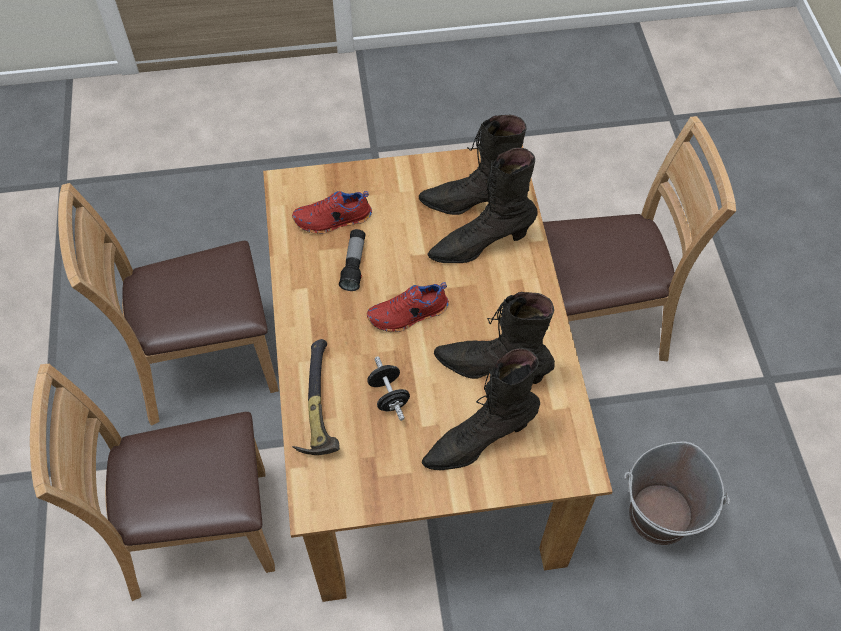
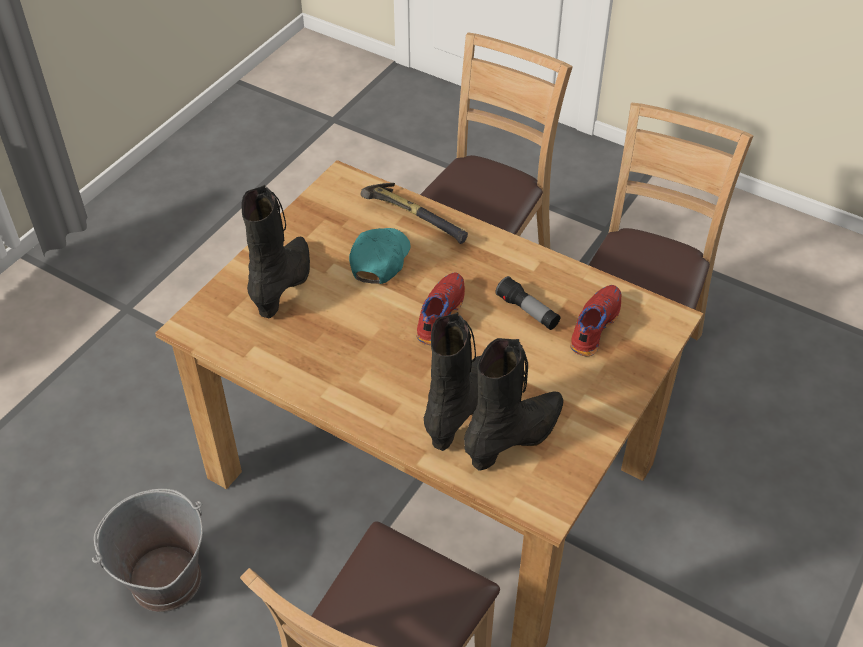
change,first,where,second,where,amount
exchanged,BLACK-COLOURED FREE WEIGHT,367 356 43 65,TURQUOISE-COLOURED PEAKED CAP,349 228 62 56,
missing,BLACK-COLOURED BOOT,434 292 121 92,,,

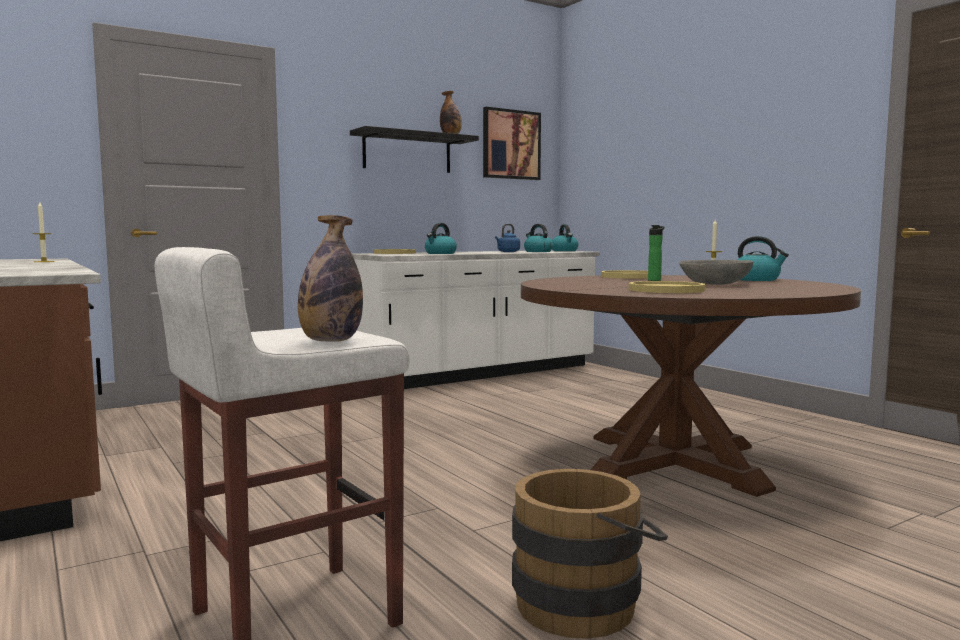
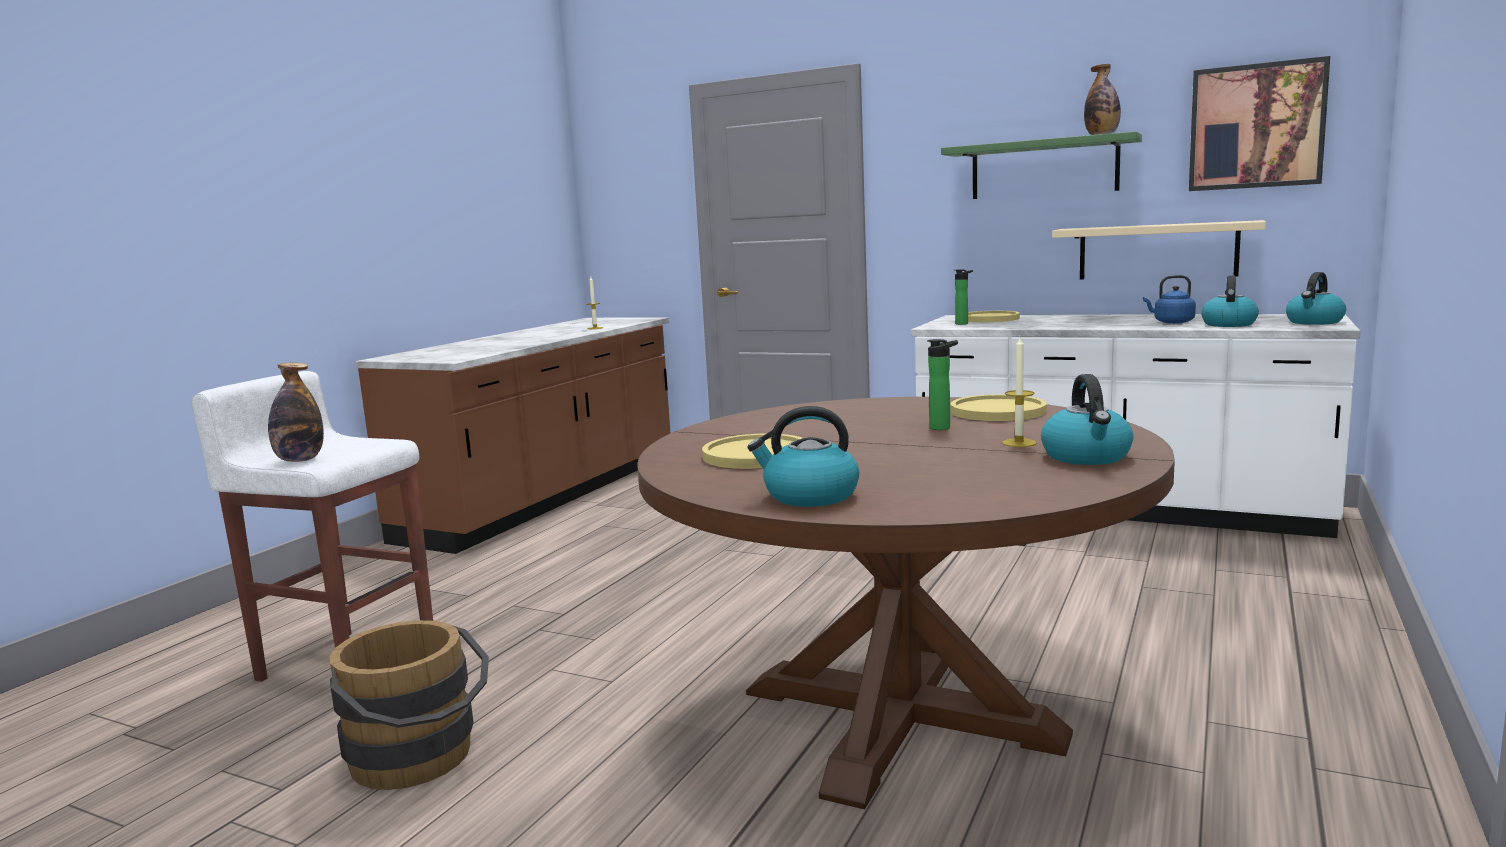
change,first,where,second,where,amount
colour,BLACK-COLOURED SHELF,350 126 129 47,GREEN SHELF,941 131 201 68,
relocated,TEA KETTLE,425 223 32 31,,747 406 112 101,
missing,GREYISH BOWL,679 260 74 25,,,
appeared,,,DRINK BOTTLE,955 269 18 56,
appeared,,,SAND-COLOURED SHELF,1052 220 214 60,

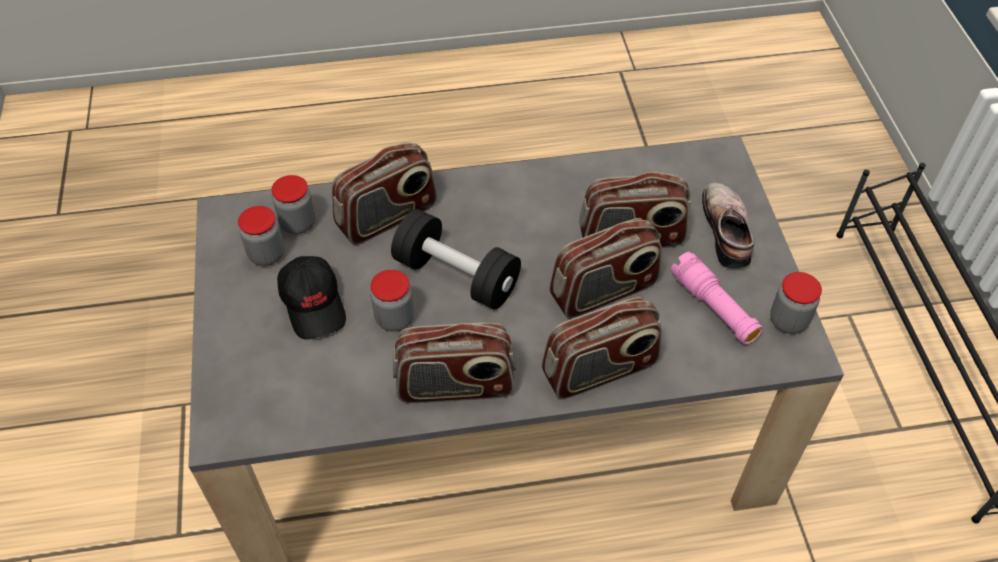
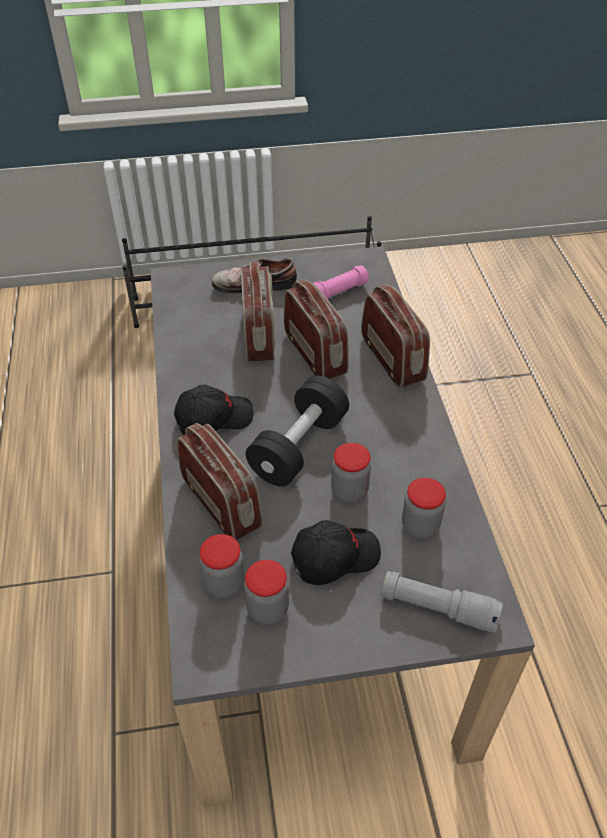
change,first,where,second,where,amount
missing,RADIO SET,393 322 123 81,,,
relocated,STORAGE JAR,770 272 52 62,,402 478 44 61,
appeared,,,BLACK-COLOURED PEAKED CAP,174 384 80 51,
appeared,,,GREYISH HAND TORCH,381 571 122 62,

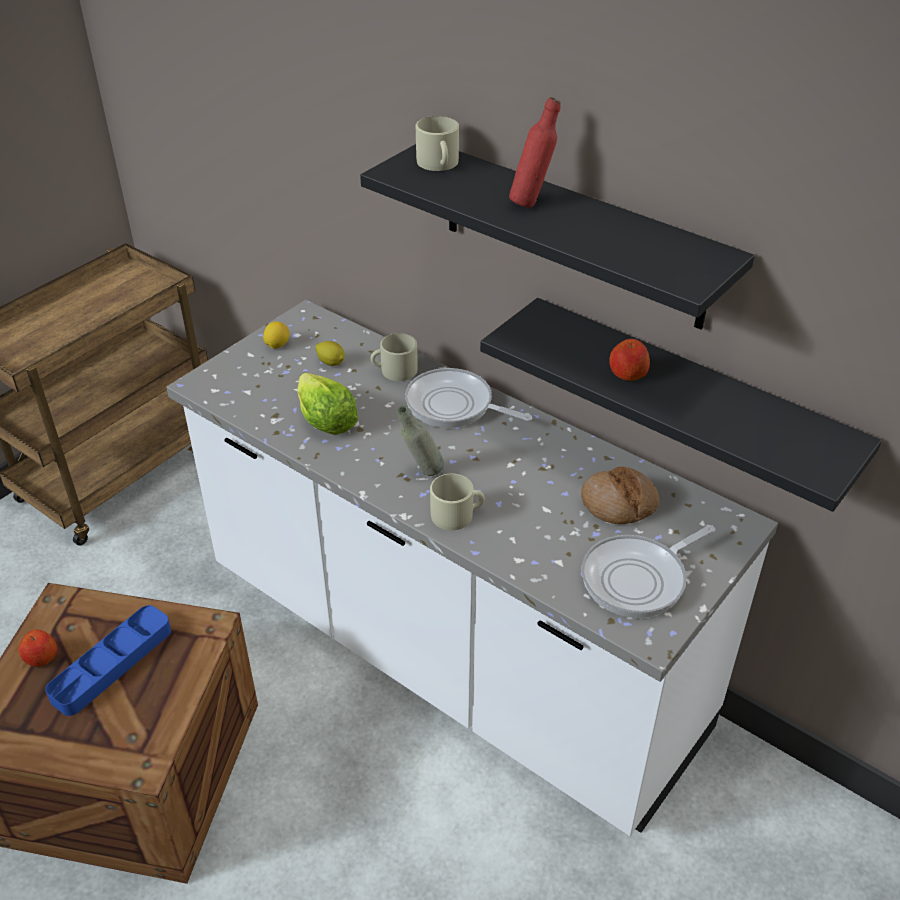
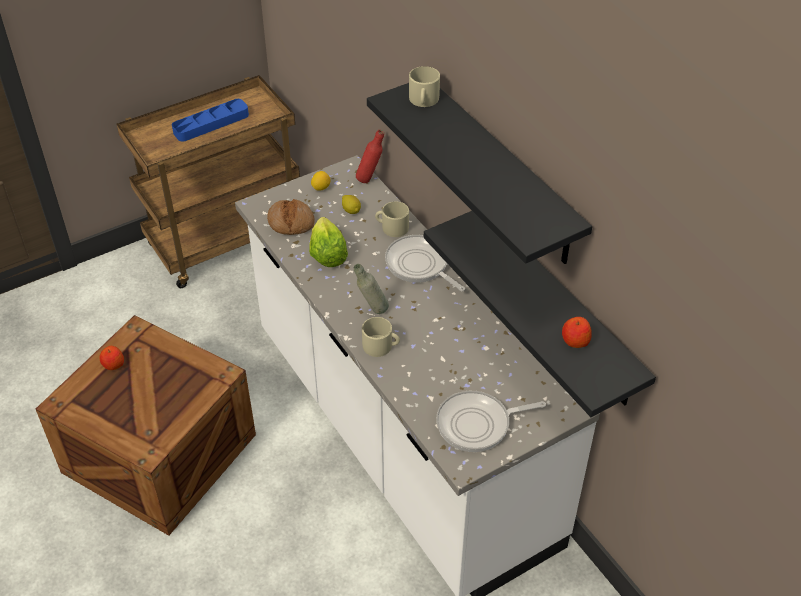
change,first,where,second,where,amount
relocated,BLUE-COLOURED SERVING TRAY,45 605 126 111,,172 99 77 43,
relocated,RED DRINK BOTTLE,509 97 52 111,,356 130 28 53,
relocated,BREAD,581 467 79 57,,267 199 48 36,
relocated,APPLE FRUIT,609 339 41 42,,562 317 30 31,

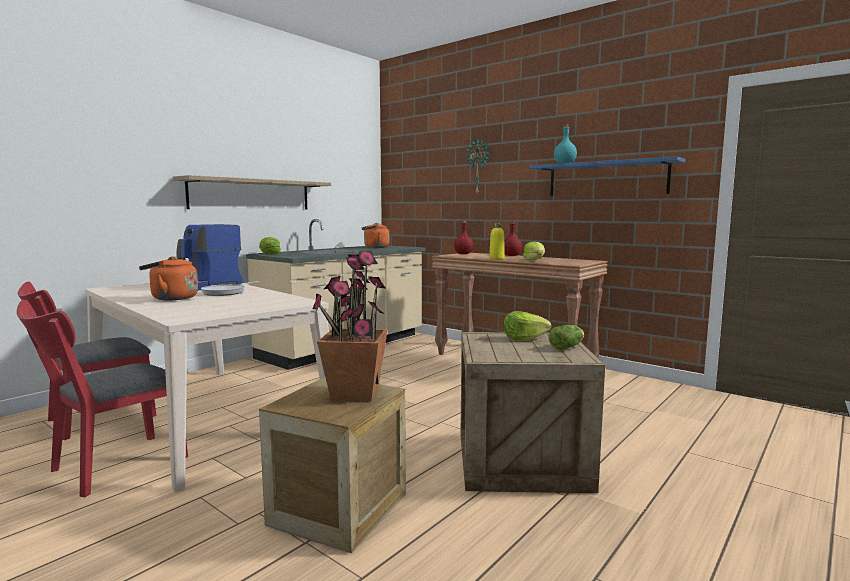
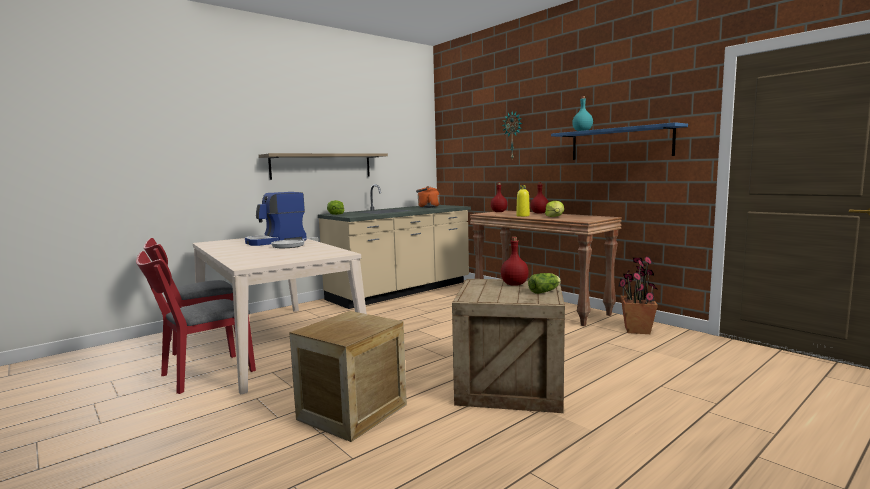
change,first,where,second,where,amount
missing,ORANGE TEA KETTLE,139 256 59 44,,,
relocated,PLANT IN A POT,313 251 75 150,,618 257 40 77,
exchanged,HEAD OF LETTUCE,504 311 47 30,RED DRINK BOTTLE,501 237 28 49,

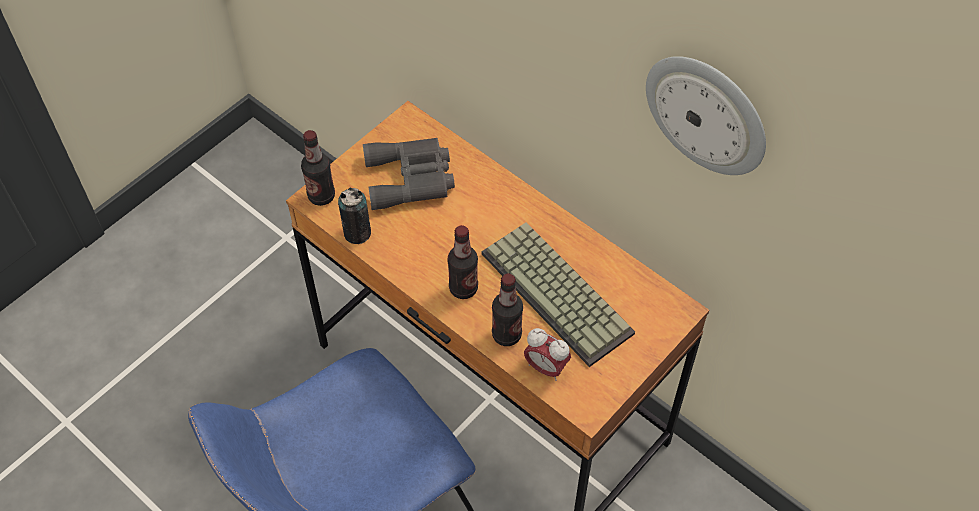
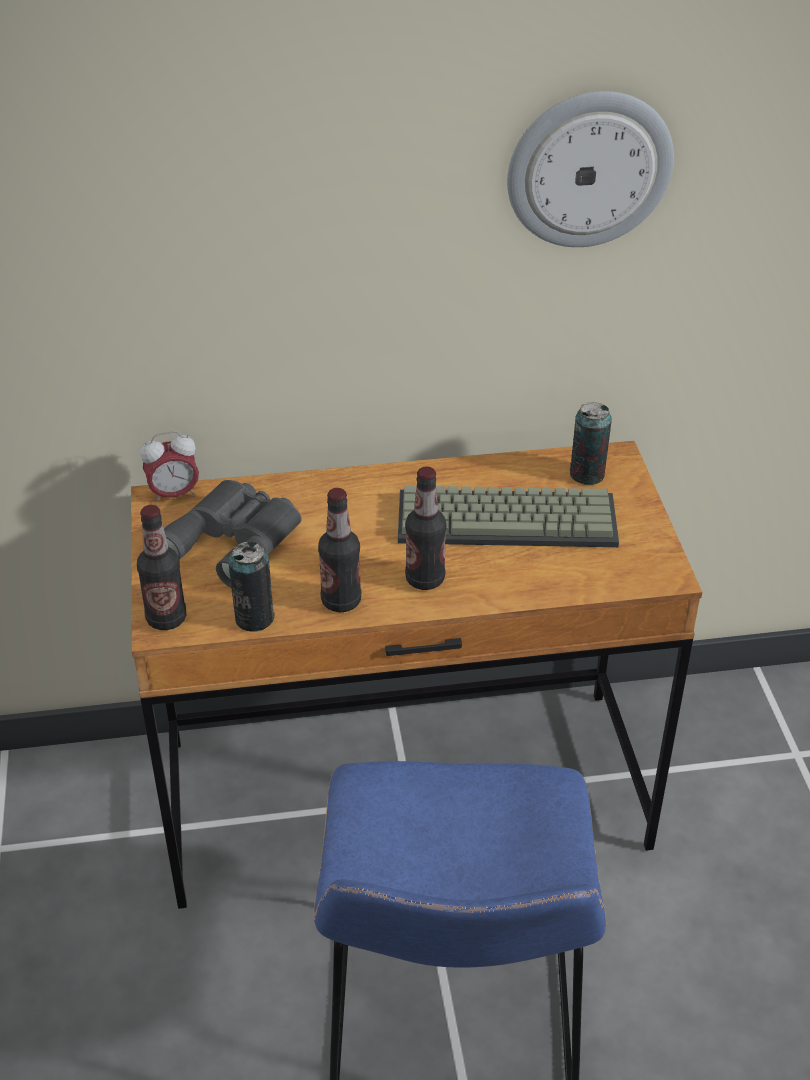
change,first,where,second,where,amount
relocated,DRINK BOTTLE,492 274 31 72,,318 488 43 124,
relocated,BEDSIDE CLOCK,524 328 47 53,,140 431 59 73,
appeared,,,SEALED CAN,570 402 42 83,

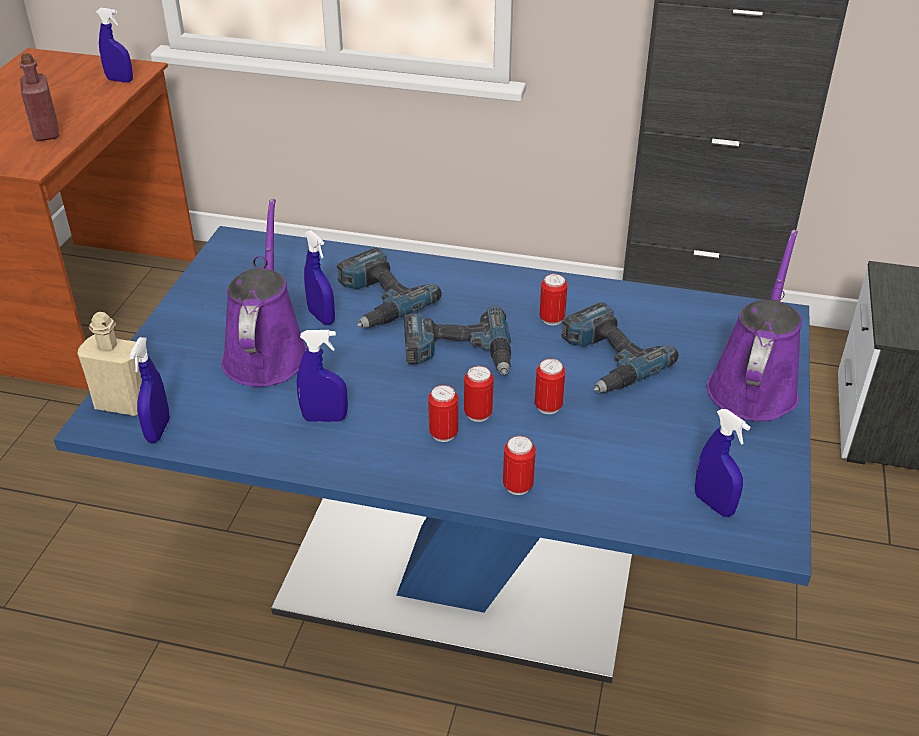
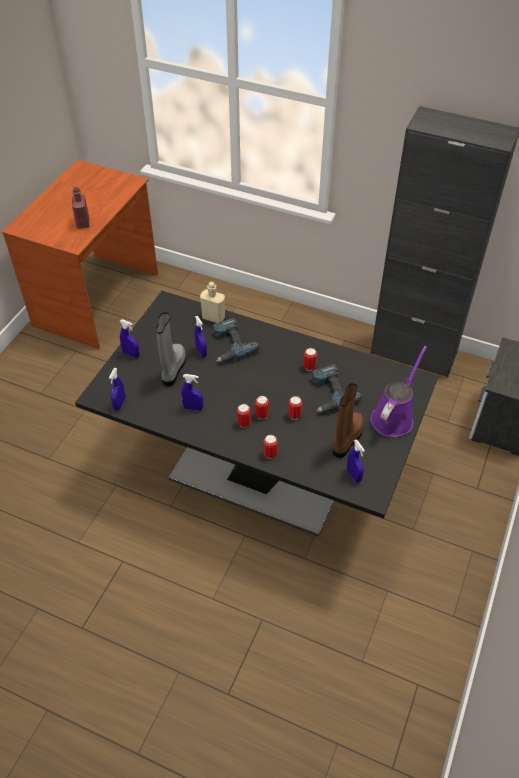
change,first,where,second,where,amount
colour,BLUE-COLOURED DINNER TABLE,53 226 758 457,BLACK-COLOURED DINNER TABLE,75 291 363 246,
relocated,SAND-COLOURED DRINK BOTTLE,77 312 65 104,,200 282 25 41,
relocated,BLUE-COLOURED HAND SPRAYER,96 8 37 75,,120 319 19 39,
exchanged,PURPLE SPRINKLING CAN,221 199 86 188,GREYISH BOOT,156 312 30 75,
missing,ELECTRIC DRILL,404 306 107 69,,,
appeared,,,BROWN BOOT,333 383 31 75,

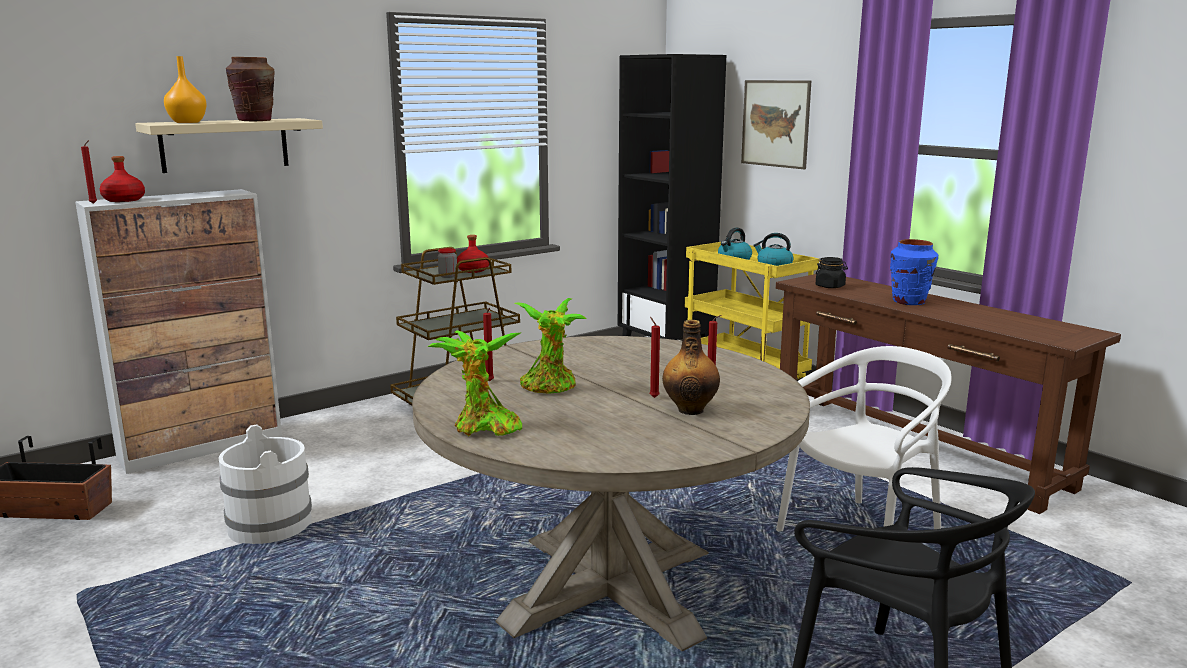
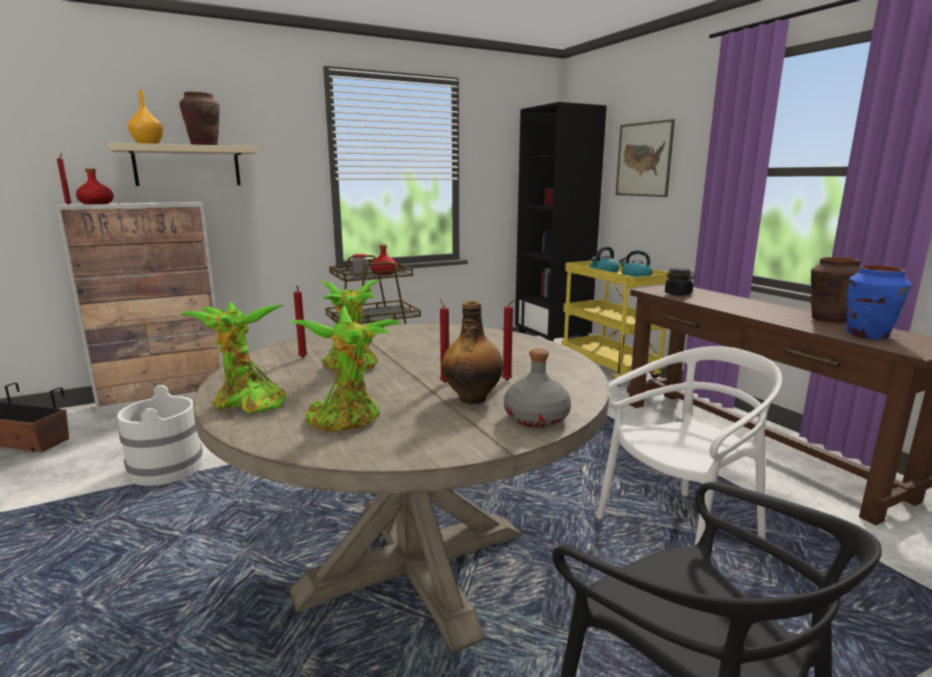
change,first,where,second,where,amount
relocated,BLUE-COLOURED DECORATIVE VASE,890 239 48 66,,846 265 66 74,
appeared,,,PLANT IN A POT,290 306 111 125,
appeared,,,GREYISH DRINK BOTTLE,504 348 67 80,
appeared,,,BROWN DECORATIVE VASE,810 257 50 66,

